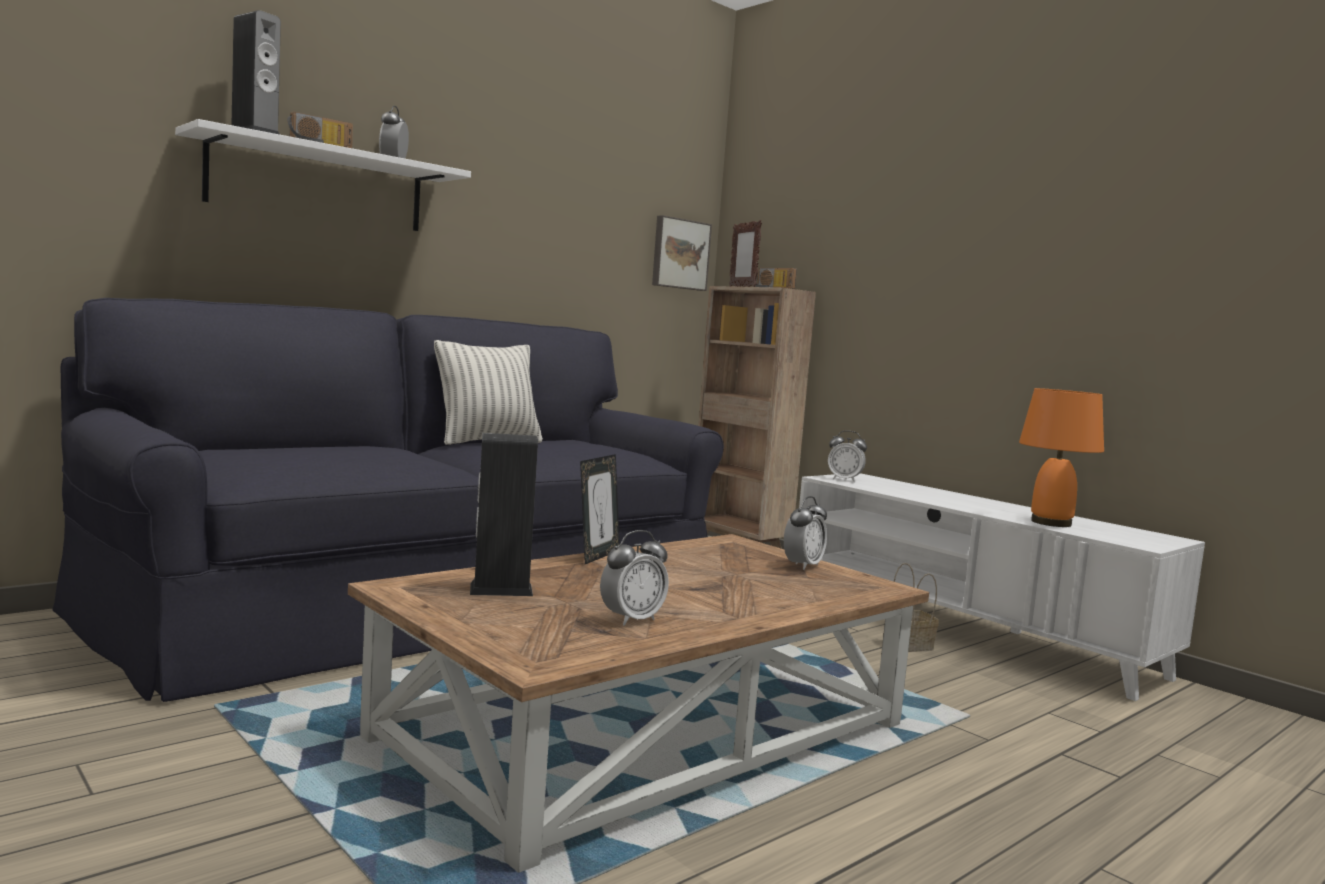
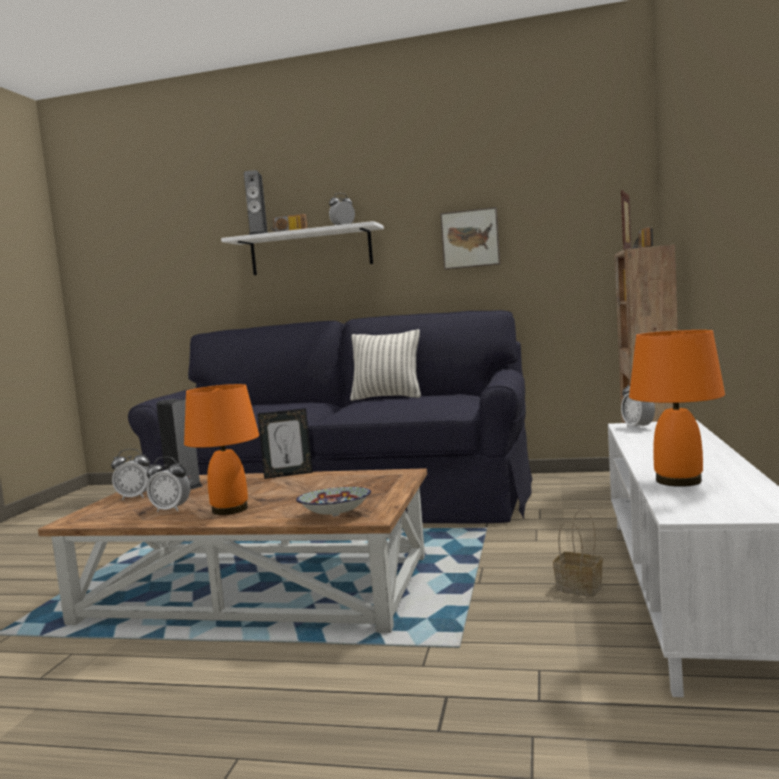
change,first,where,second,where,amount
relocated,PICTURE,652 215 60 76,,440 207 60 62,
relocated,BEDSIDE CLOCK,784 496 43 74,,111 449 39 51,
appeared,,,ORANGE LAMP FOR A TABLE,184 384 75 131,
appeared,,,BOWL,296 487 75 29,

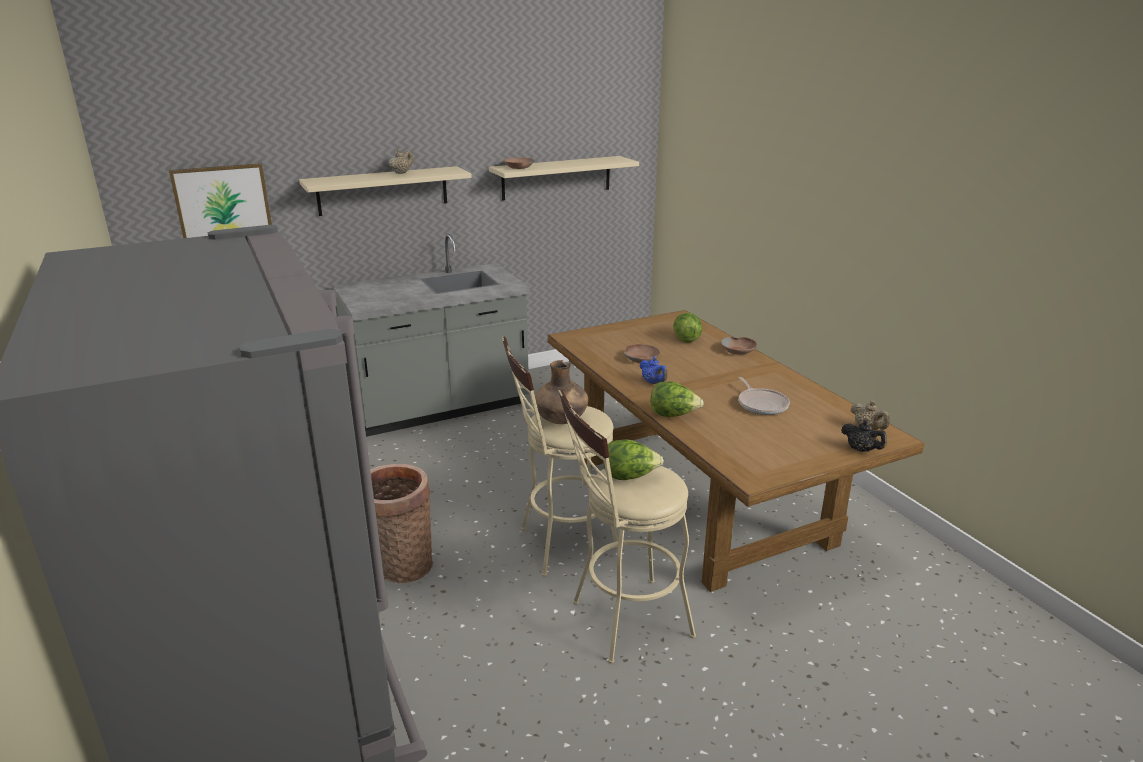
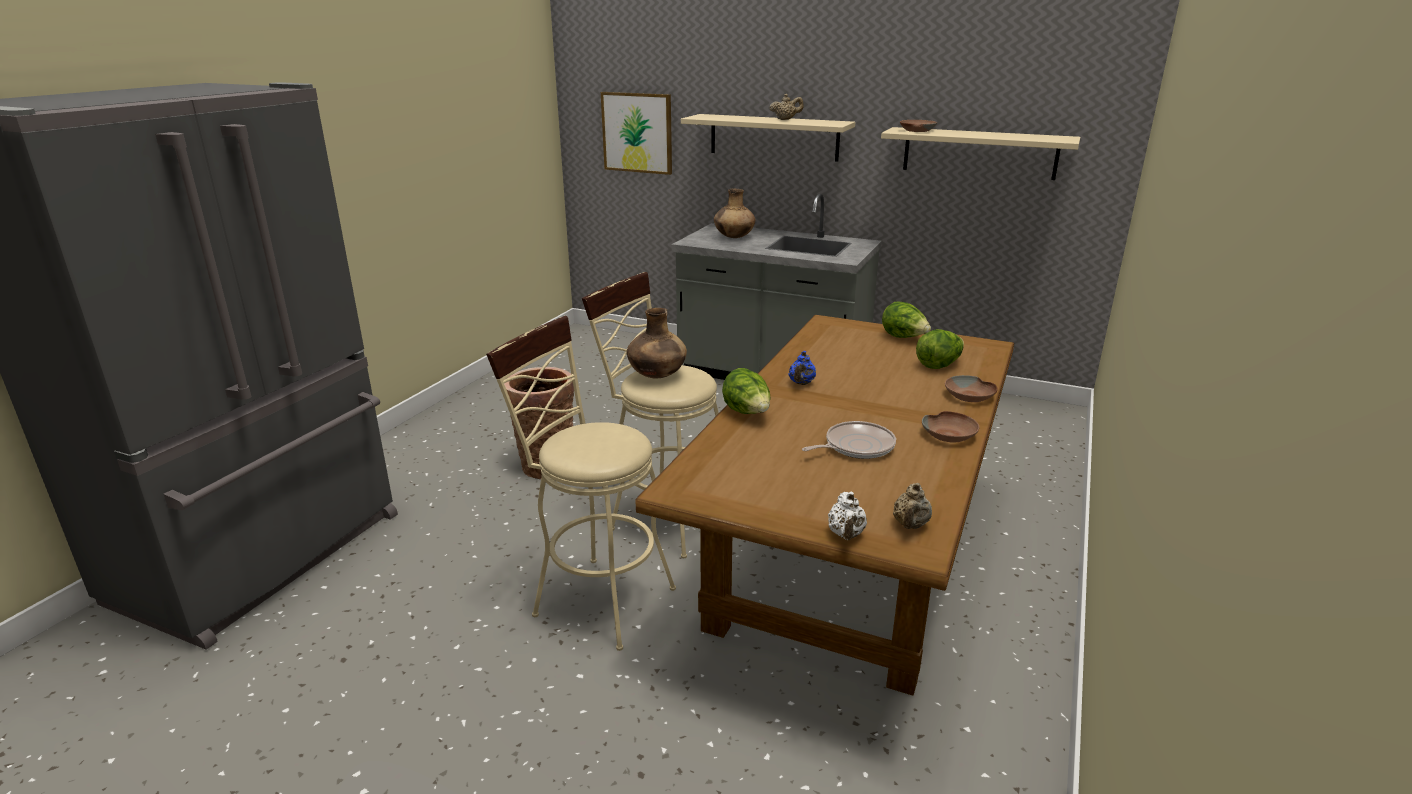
change,first,where,second,where,amount
relocated,HEAD OF LETTUCE,603 439 61 41,,882 301 49 37,
relocated,BROWN BOWL,624 344 36 19,,922 411 58 31,
spun,SKILLET,738 377 52 38,,802 421 94 38,150 degrees counterclockwise
colour,BLACK-COLOURED TEA POT,841 420 46 32,WHITISH TEA POT,828 492 39 48,
appeared,,,BROWN DECORATIVE VASE,714 189 41 49,

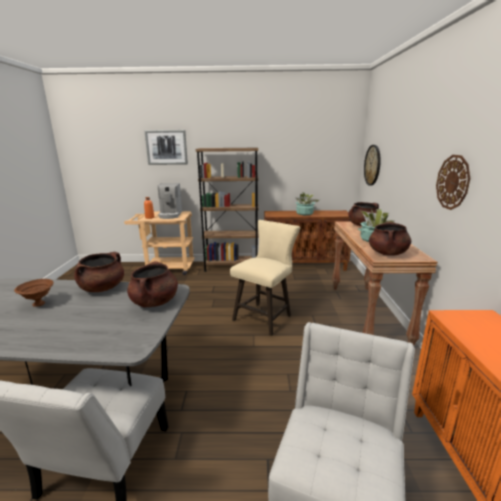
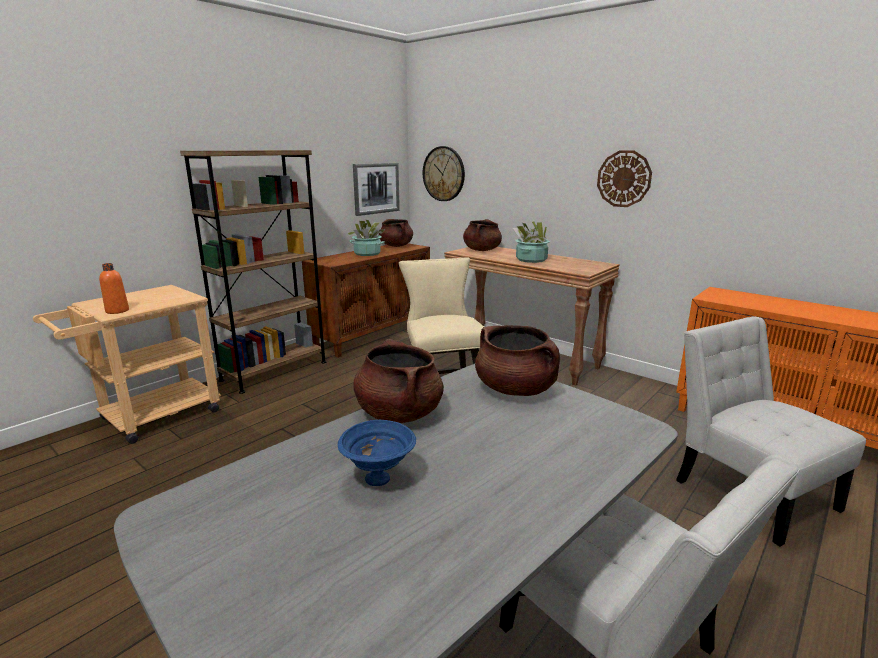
change,first,where,second,where,amount
colour,BROWN BOWL,14 279 40 28,BLUE-COLOURED BOWL,338 420 78 66,
relocated,PICTURE,144 130 44 35,,353 163 47 53,
missing,COFFEE MAKER,158 183 24 36,,,
relocated,BROWN STOCKPOT,369 222 42 34,,379 219 34 28,

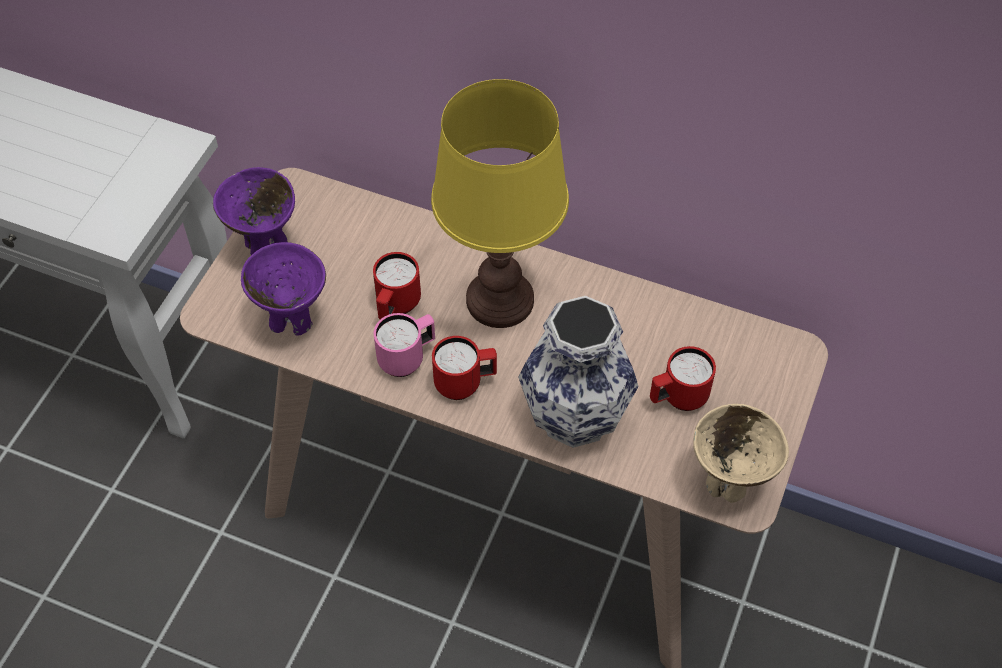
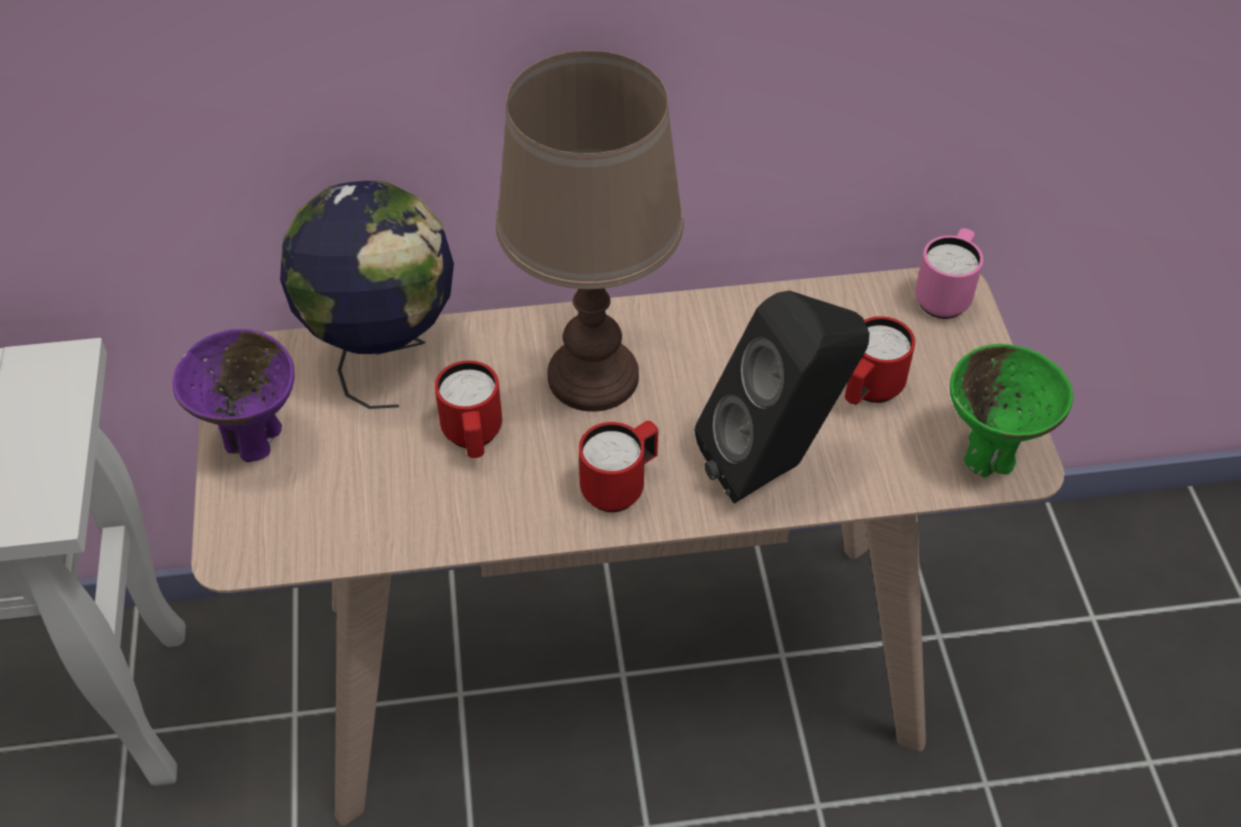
change,first,where,second,where,amount
missing,PURPLE BOWL,241 242 85 94,,,
relocated,PINK-COLOURED TEA MUG,374 313 61 64,,915 228 68 91,
colour,YELLOW-COLOURED LAMP FOR A TABLE,431 79 138 249,BROWN LAMP FOR A TABLE,496 50 188 362,
exchanged,DECORATIVE VASE,518 296 121 152,BLACK-COLOURED AUDIO SPEAKER,694 290 175 213,
colour,SAND-COLOURED BOWL,693 404 96 99,GREEN BOWL,950 344 123 133,
appeared,,,DESK GLOBE,280 181 174 228,

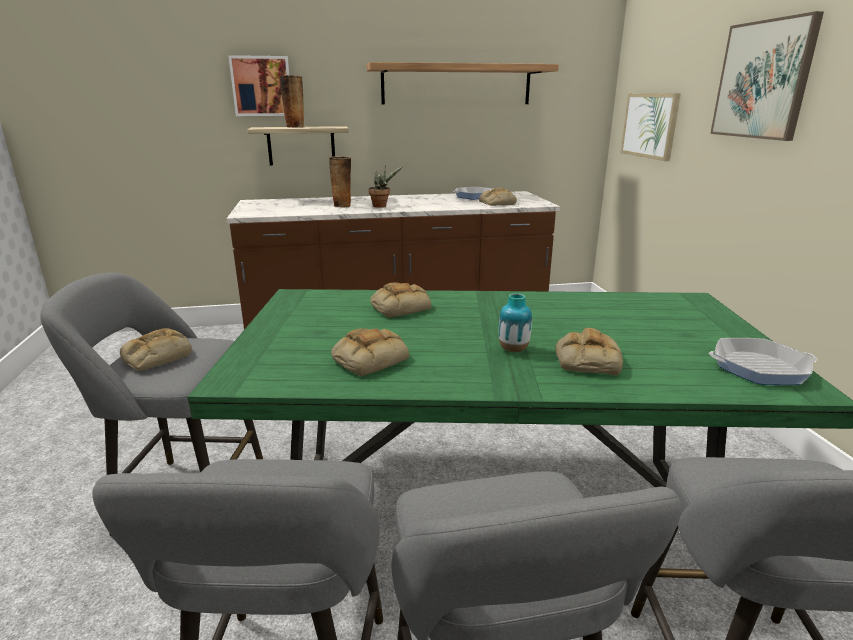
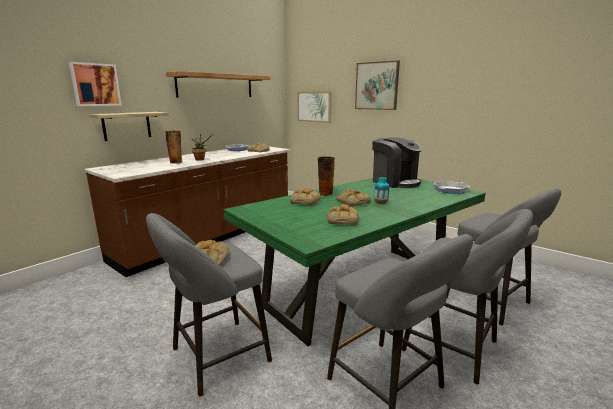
change,first,where,second,where,amount
relocated,DECORATIVE VASE,280 75 24 53,,317 156 18 40,
relocated,BREAD,555 328 68 47,,336 189 35 18,
appeared,,,COFFEE MAKER,372 137 50 51,

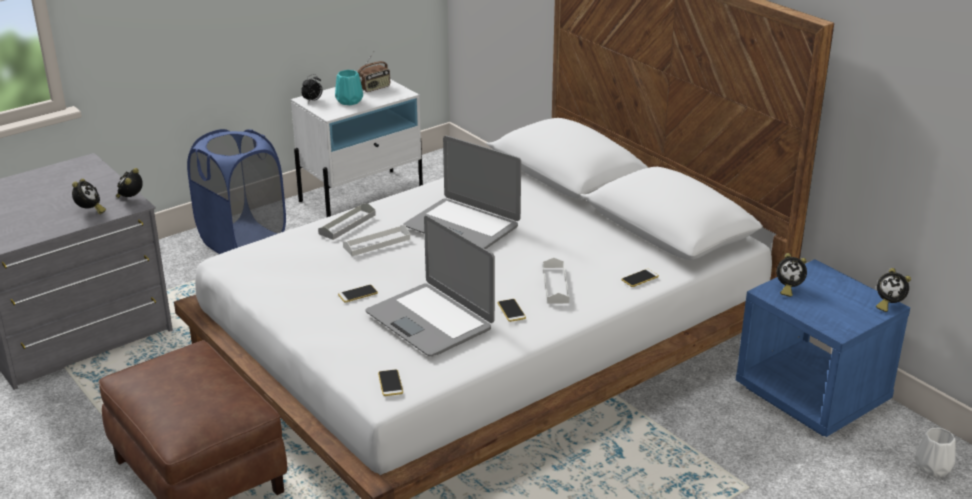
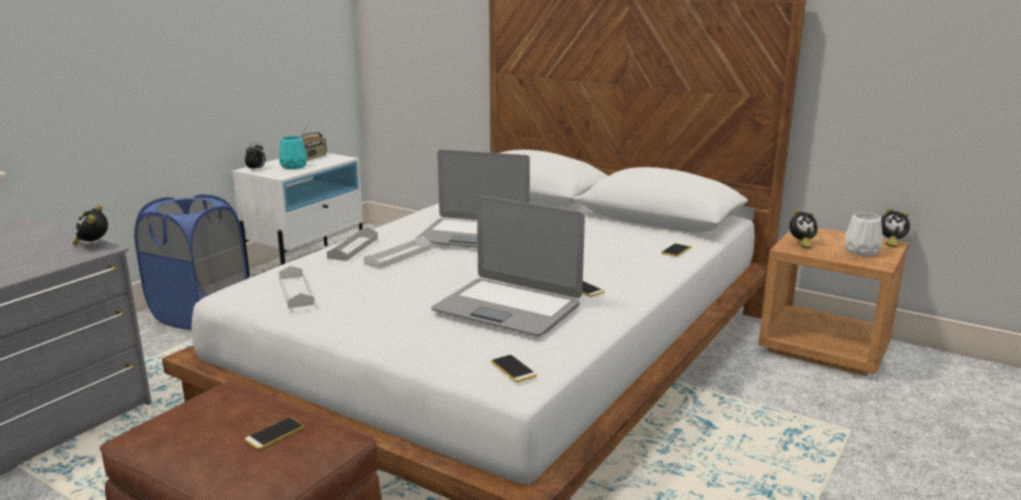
change,first,where,second,where,amount
missing,BEDSIDE CLOCK,72 179 34 35,,,
relocated,PHONE,338 285 40 18,,244 417 60 33,
relocated,WHITISH SERVING TRAY,543 257 26 47,,278 265 37 43,
colour,BLUE-COLOURED NIGHTSTAND,736 259 174 178,BROWN NIGHTSTAND,758 228 151 148,
relocated,WHITISH DECORATIVE VASE,915 428 41 49,,845 213 38 44,

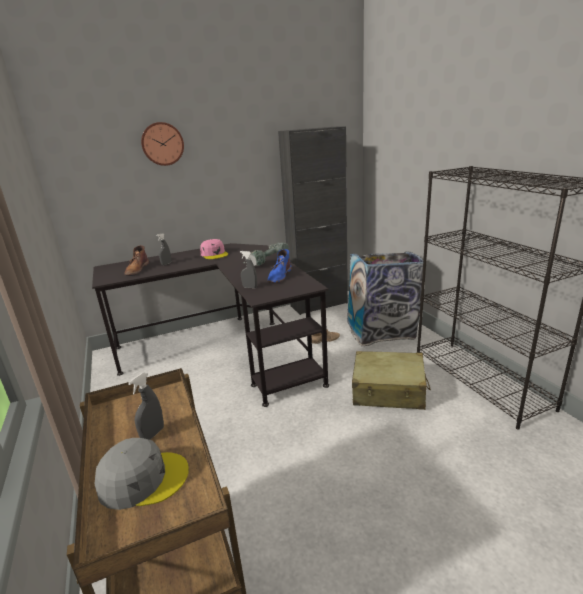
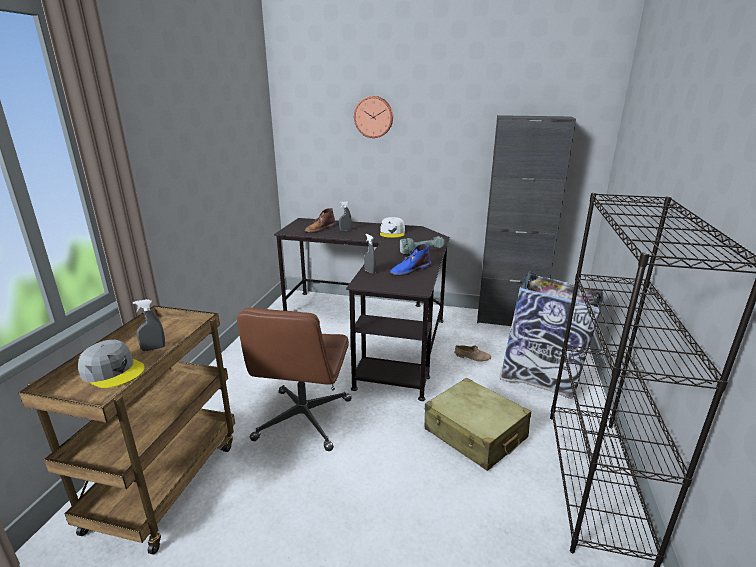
change,first,where,second,where,amount
colour,PINK-COLOURED PEAKED CAP,200 239 28 20,WHITISH PEAKED CAP,380 217 25 21,
appeared,,,BROWN COMPUTER CHAIR,237 308 115 143,

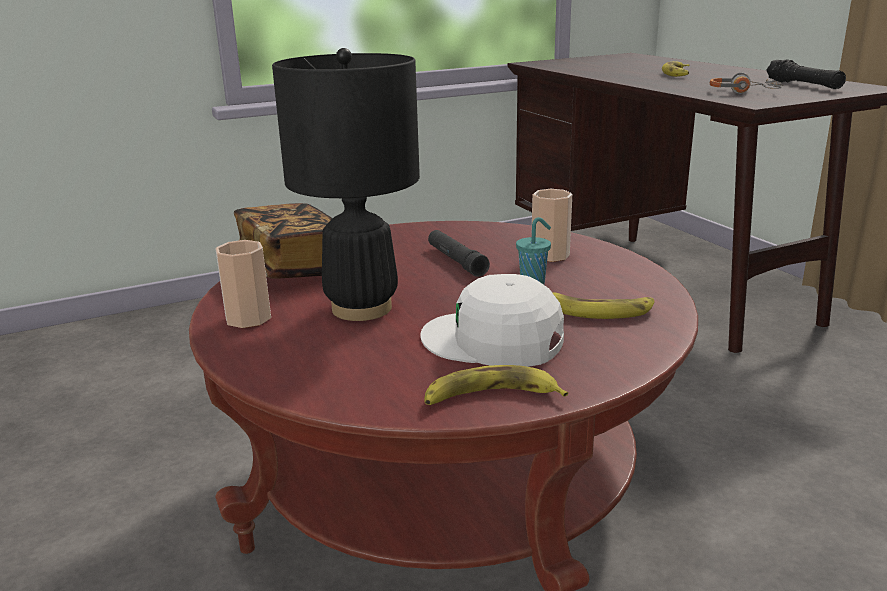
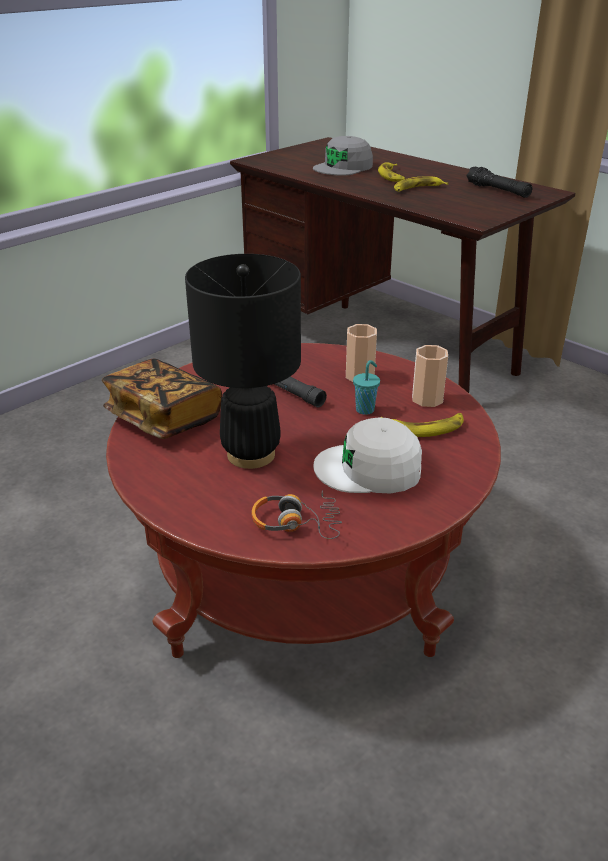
change,first,where,second,where,amount
relocated,CUP,215 240 56 88,,412 345 36 62,
relocated,WHOLE BANANA,424 365 144 40,,394 176 55 16,
relocated,PAIR OF HEADPHONES,710 72 74 22,,251 490 91 49,
appeared,,,GREYISH PEAKED CAP,313 136 60 40,

